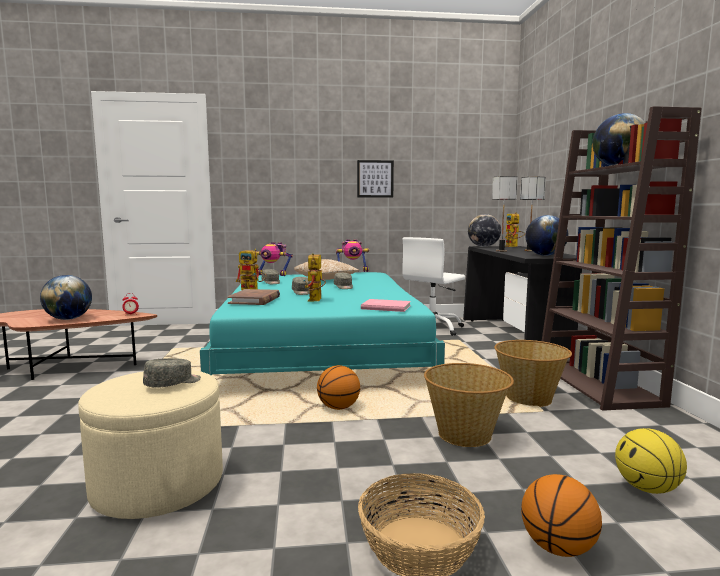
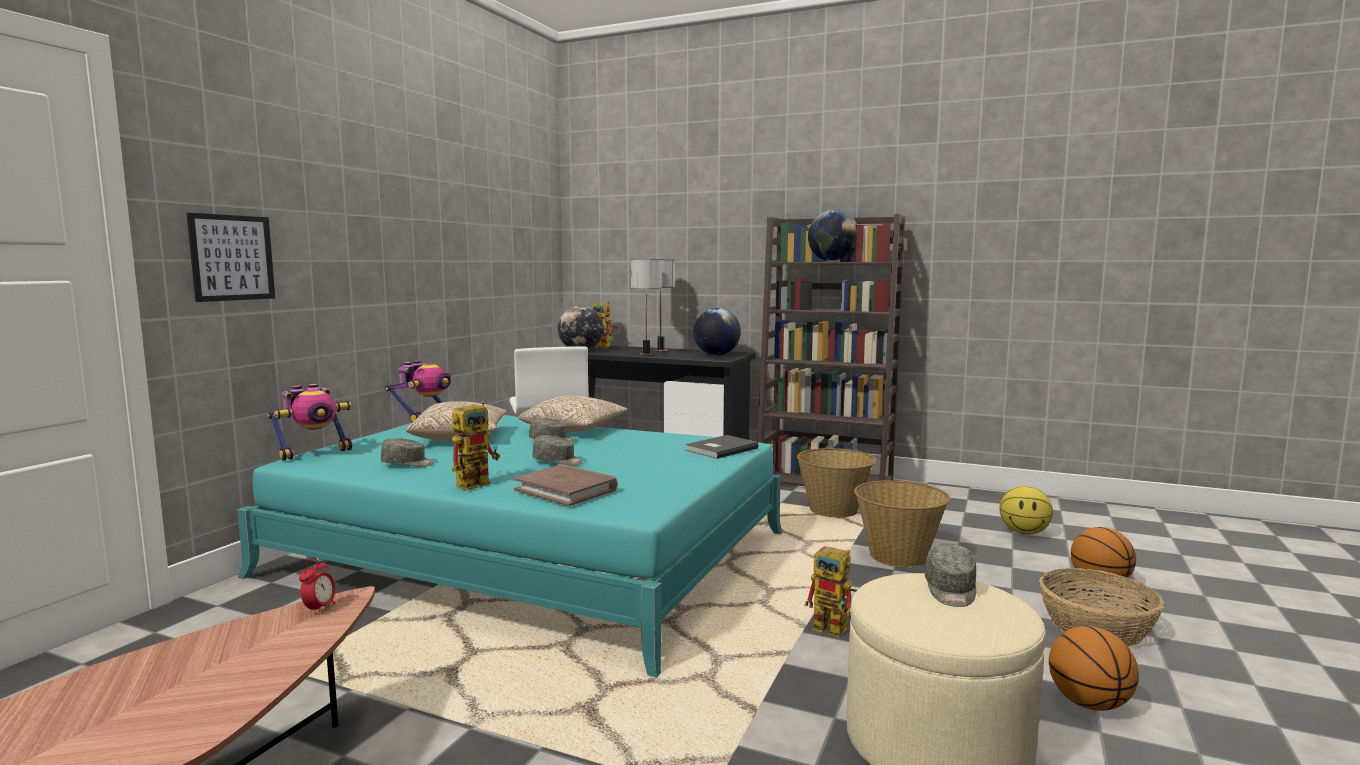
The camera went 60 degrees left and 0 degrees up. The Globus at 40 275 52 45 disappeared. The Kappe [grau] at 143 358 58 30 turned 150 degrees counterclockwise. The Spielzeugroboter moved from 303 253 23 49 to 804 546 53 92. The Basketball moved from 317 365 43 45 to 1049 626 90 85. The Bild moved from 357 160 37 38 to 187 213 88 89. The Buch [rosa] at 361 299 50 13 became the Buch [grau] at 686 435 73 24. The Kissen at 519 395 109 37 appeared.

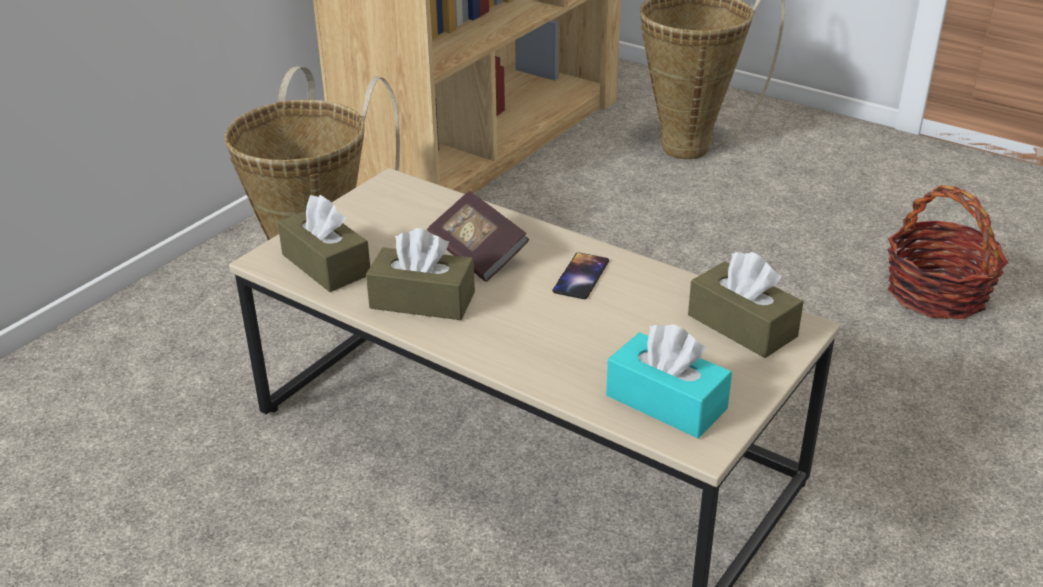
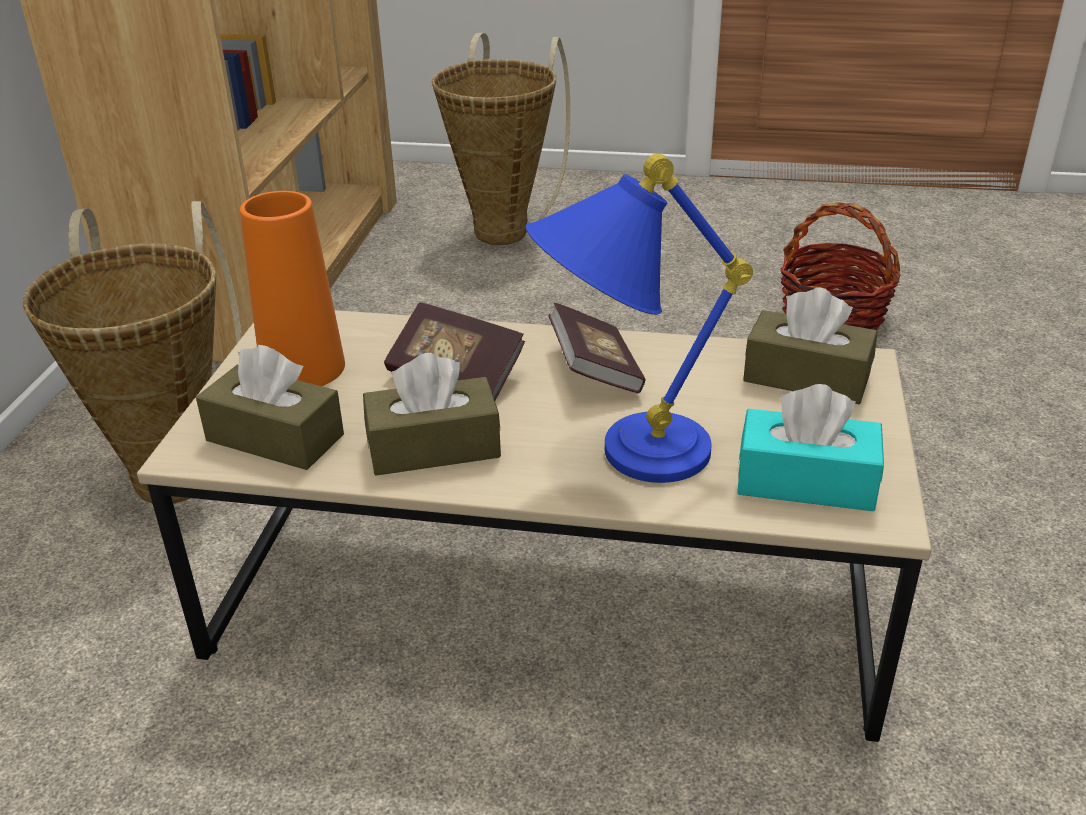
The camera went 25 degrees left and 0 degrees up. The Handy at 552 252 57 47 was replaced by the Buch at 549 303 97 90. The Vase [orange] at 240 191 105 195 appeared. The Tischlampe [blau] at 526 153 227 330 appeared.

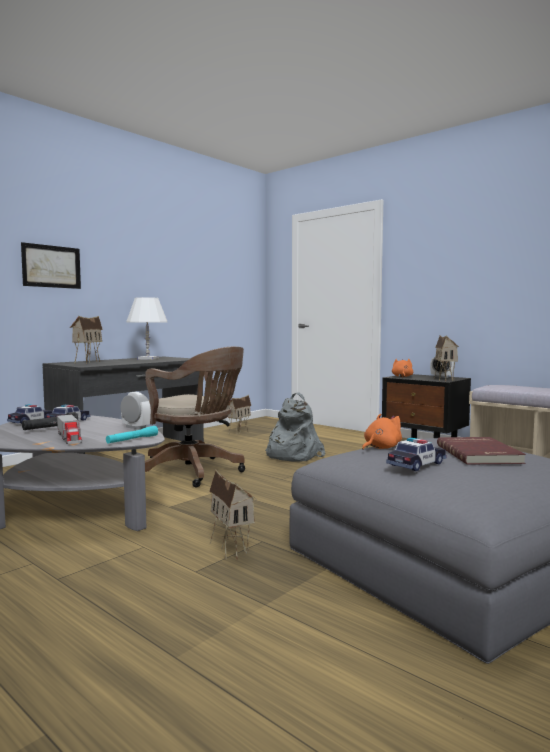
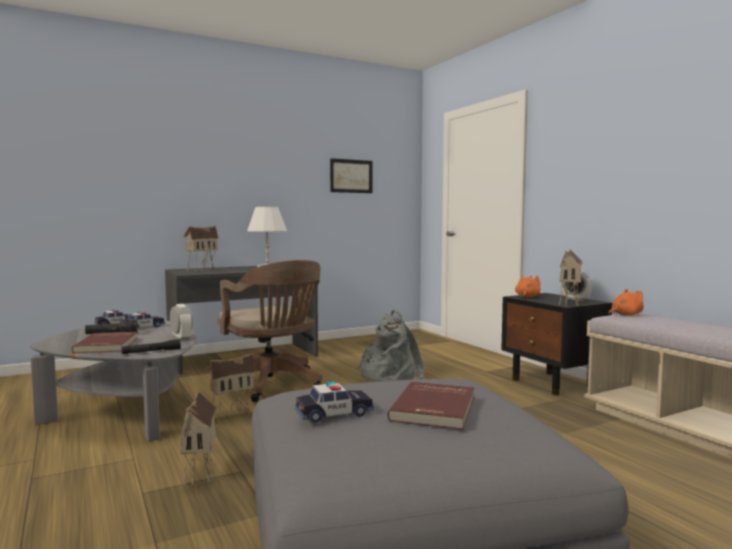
The camera went 20 degrees right and 0 degrees up. The Bild moved from 21 242 60 47 to 330 158 43 35. The Spielzeuglaster at 57 415 25 29 was replaced by the Buch [rot] at 72 332 65 21. The Taschenlampe [türkis] at 106 426 52 18 became the Taschenlampe [schwarz] at 122 339 59 15. The Spielzeughaus moved from 227 395 24 40 to 207 353 49 69. The Plüschtier [orange] moved from 362 414 40 36 to 608 289 36 26.

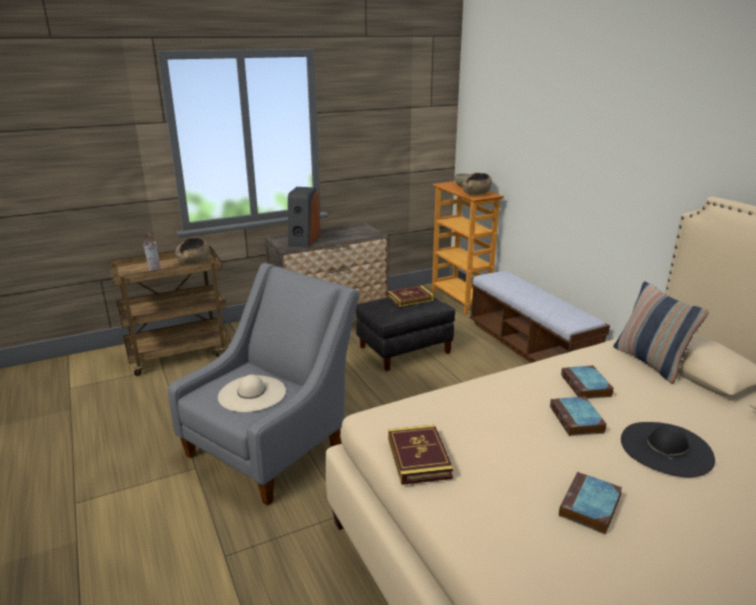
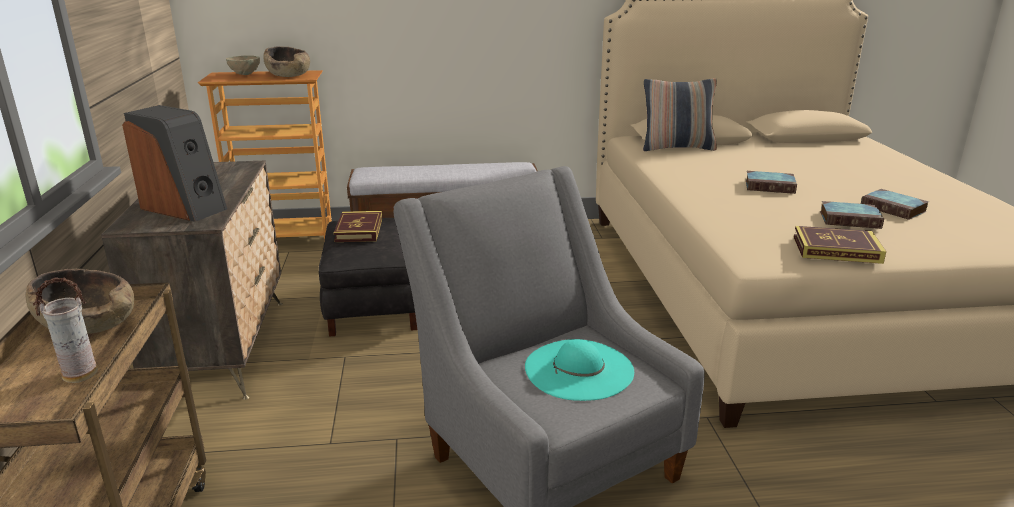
The camera went 70 degrees left and 0 degrees up. The Hut [beige] at 218 375 68 37 became the Hut [türkis] at 525 339 109 62. The Buch moved from 561 365 53 34 to 820 201 64 28. The Hut [schwarz] at 621 422 94 55 disappeared.

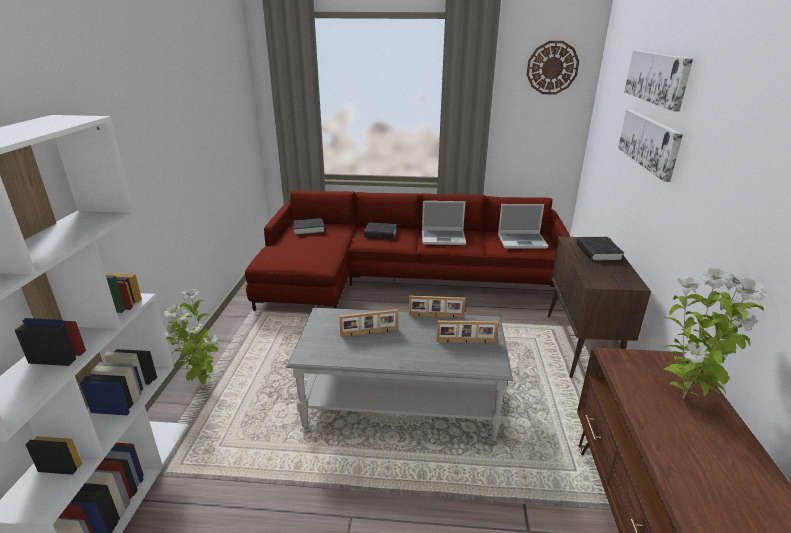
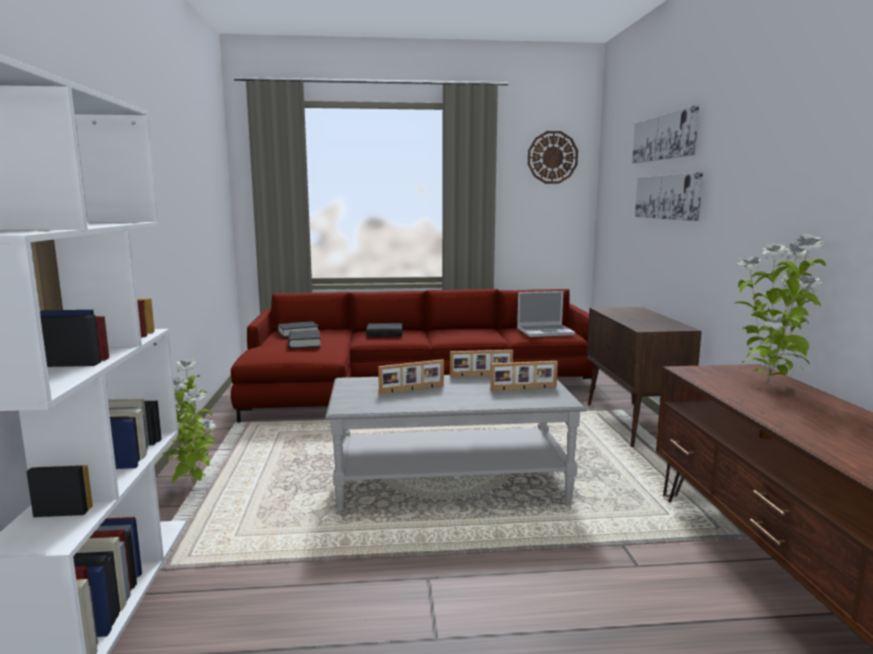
The camera went 10 degrees left and 15 degrees down. The Laptop at 422 201 44 44 disappeared. The Buch [schwarz] moved from 577 237 47 25 to 288 330 33 18.

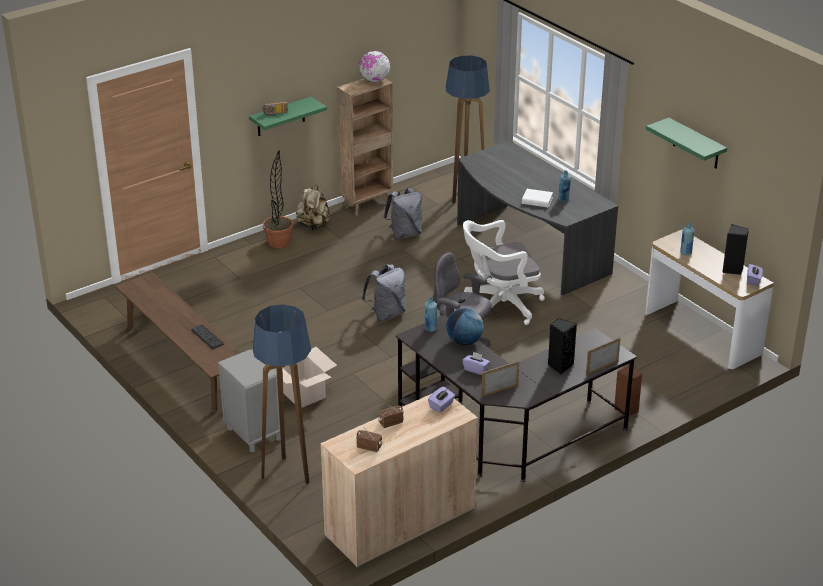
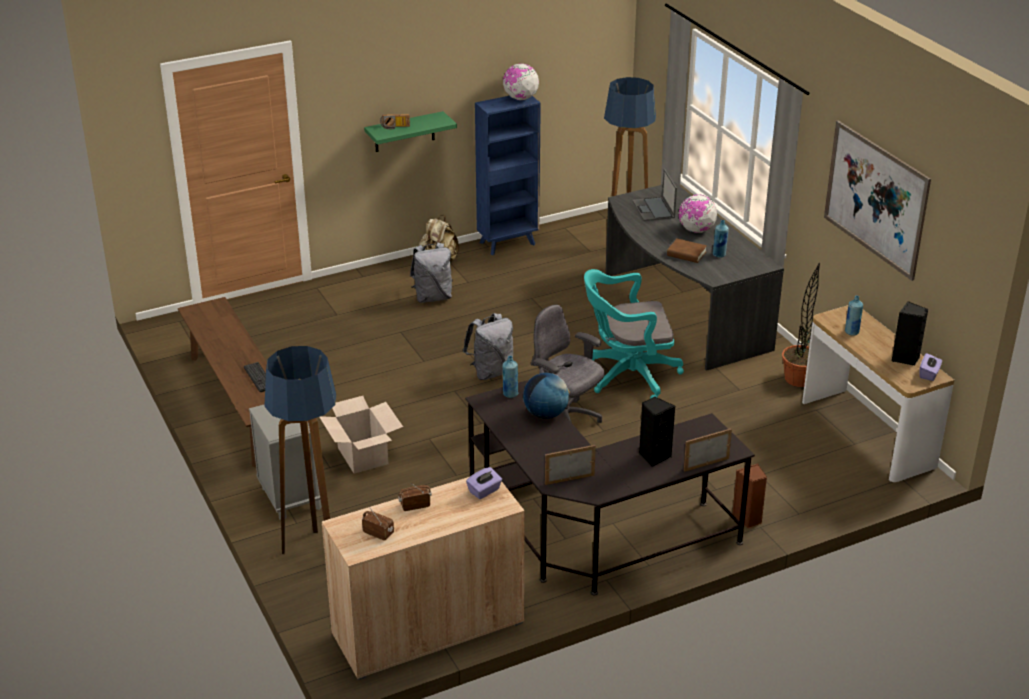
The camera went 10 degrees right and 0 degrees up. The Topfpflanze moved from 263 150 30 98 to 782 263 38 124. The Bücherregal [braun] at 337 78 56 137 became the Bücherregal [blau] at 475 96 66 159. The Rucksack [grau] moved from 383 188 39 51 to 410 242 43 61. The Taschentuchbox [lila] at 462 352 28 23 disappeared. The Bürostuhl [weiß] at 463 220 82 105 became the Bürostuhl [türkis] at 584 269 100 130. The Buch [weiß] at 522 189 31 19 became the Buch [braun] at 667 238 40 25. The Wandregal [grün] at 646 118 81 51 was replaced by the Bild at 824 120 107 161. The Laptop at 632 168 45 53 appeared. The Globus at 679 194 38 39 appeared.

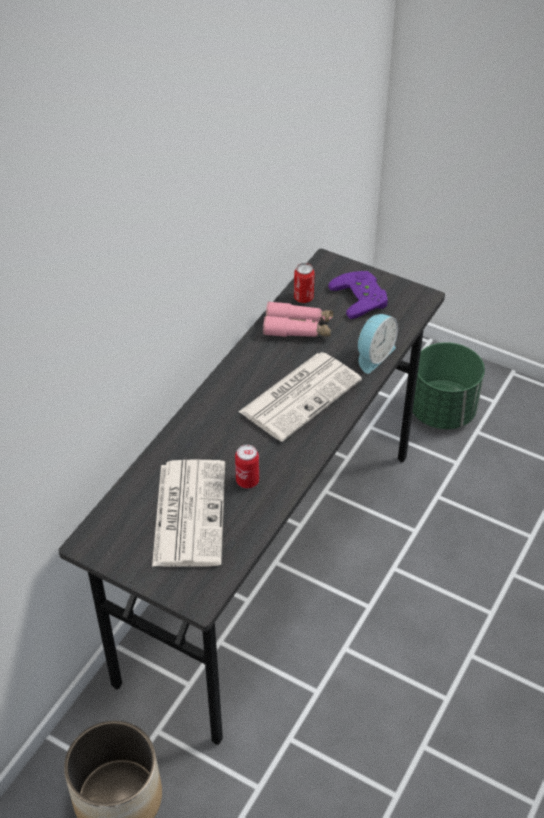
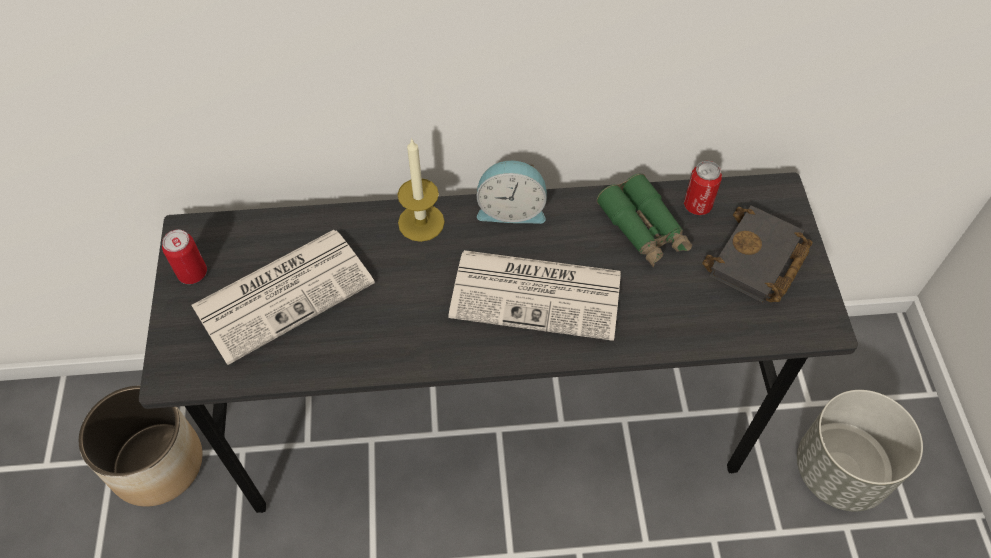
The camera went 55 degrees right and 10 degrees up. The Dose moved from 235 445 24 44 to 162 230 45 54. The Fernglas [rosa] at 263 301 70 36 became the Fernglas [grün] at 596 174 96 93. The Gamepad [lila] at 328 271 60 48 was replaced by the Buch [schwarz] at 702 205 111 98. The Wecker moved from 358 314 40 59 to 477 160 70 64. The Pflanzkübel [grün] at 413 342 72 87 became the Pflanzkübel [grau] at 797 390 126 121. The Kerze at 397 139 48 103 appeared.

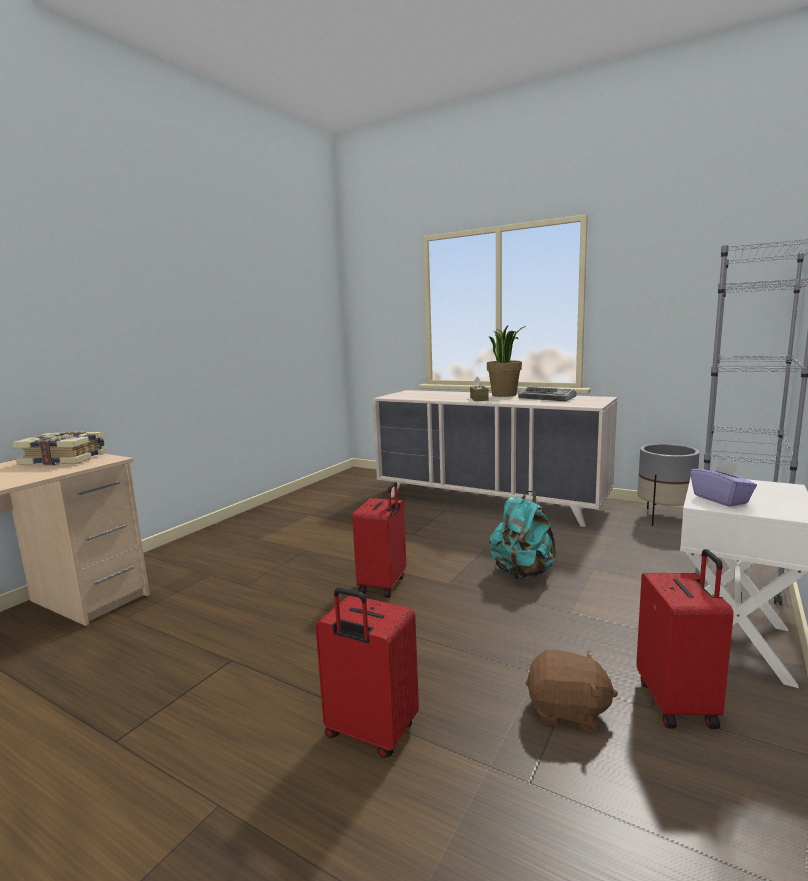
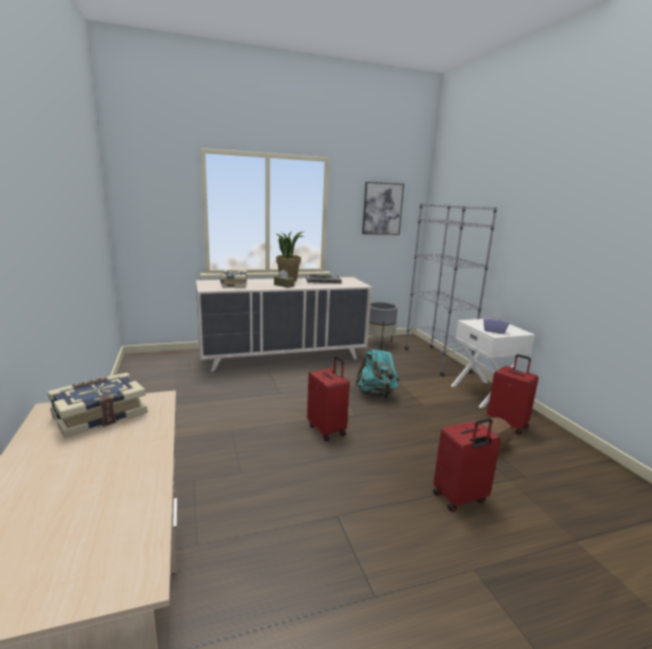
The camera went 50 degrees left and 5 degrees up. The Buch at 220 270 27 18 appeared. The Bild at 362 182 42 53 appeared.

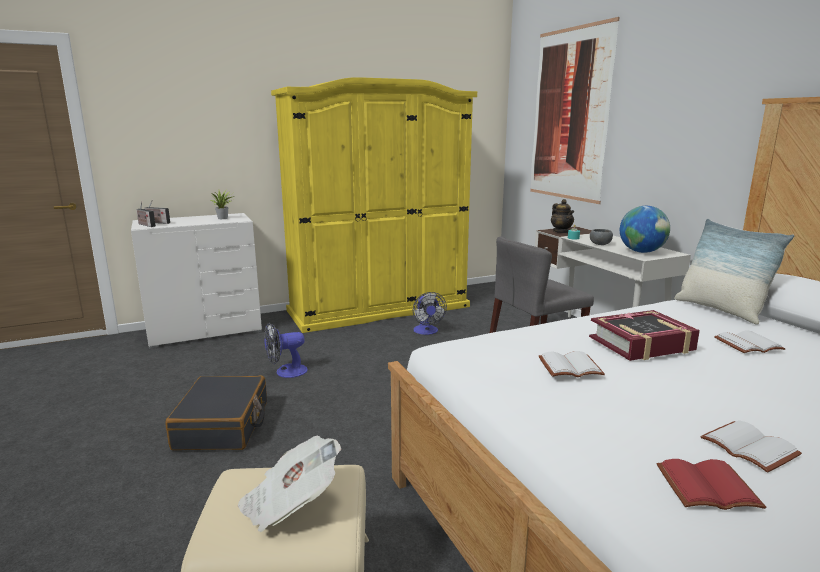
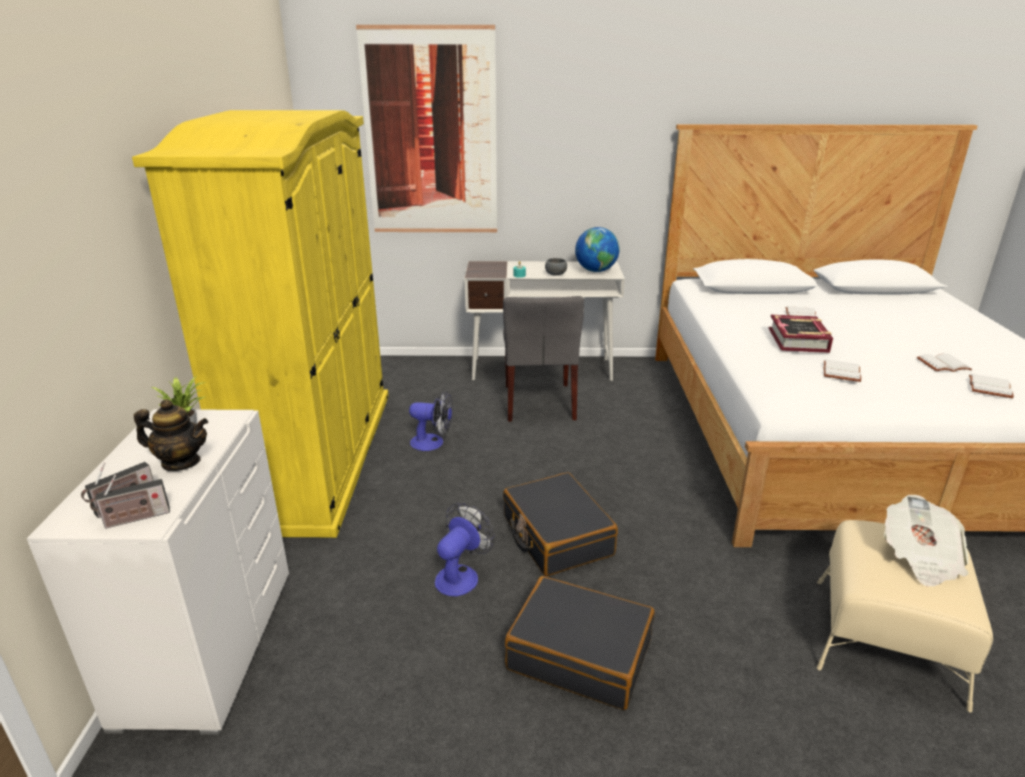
The camera went 65 degrees left and 10 degrees up. The Ventilator at 264 323 44 55 turned 150 degrees counterclockwise. The Teekanne moved from 551 199 23 34 to 134 399 74 72. The Buch [rot] at 657 459 109 51 became the Buch [weiß] at 969 374 45 24. The Kissen at 674 219 120 106 disappeared. The Koffer [schwarz] at 503 472 115 104 appeared.

